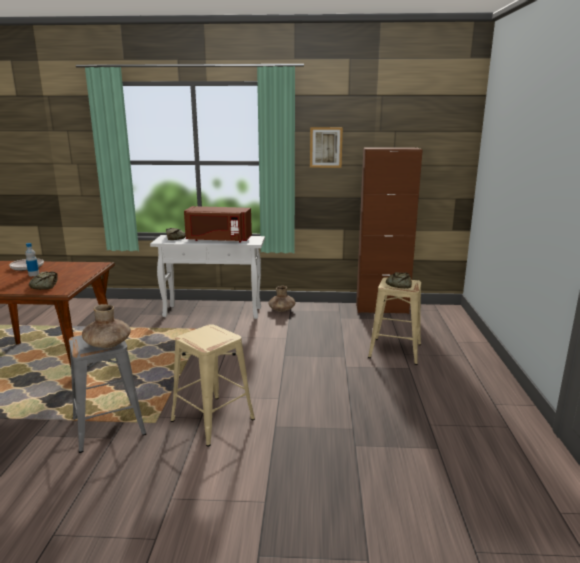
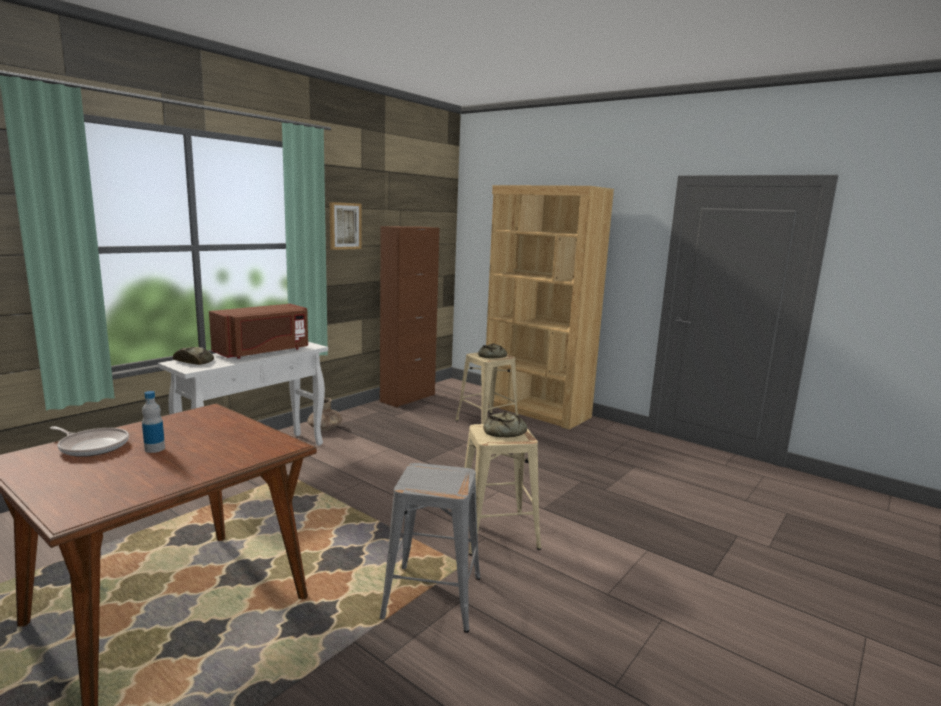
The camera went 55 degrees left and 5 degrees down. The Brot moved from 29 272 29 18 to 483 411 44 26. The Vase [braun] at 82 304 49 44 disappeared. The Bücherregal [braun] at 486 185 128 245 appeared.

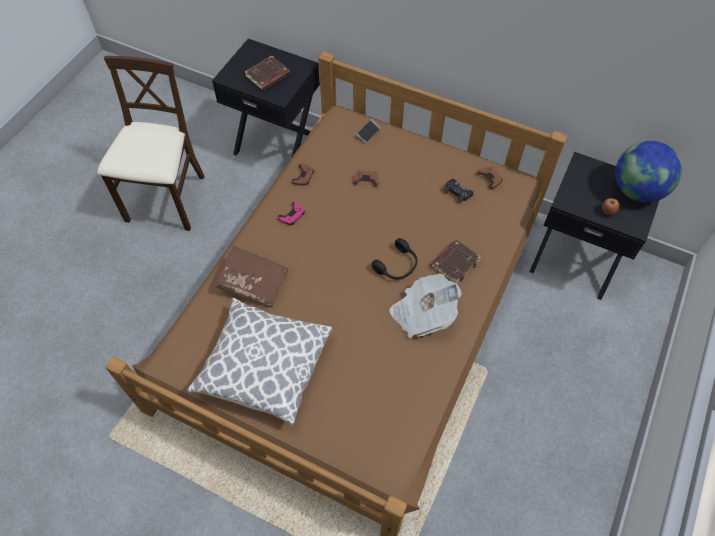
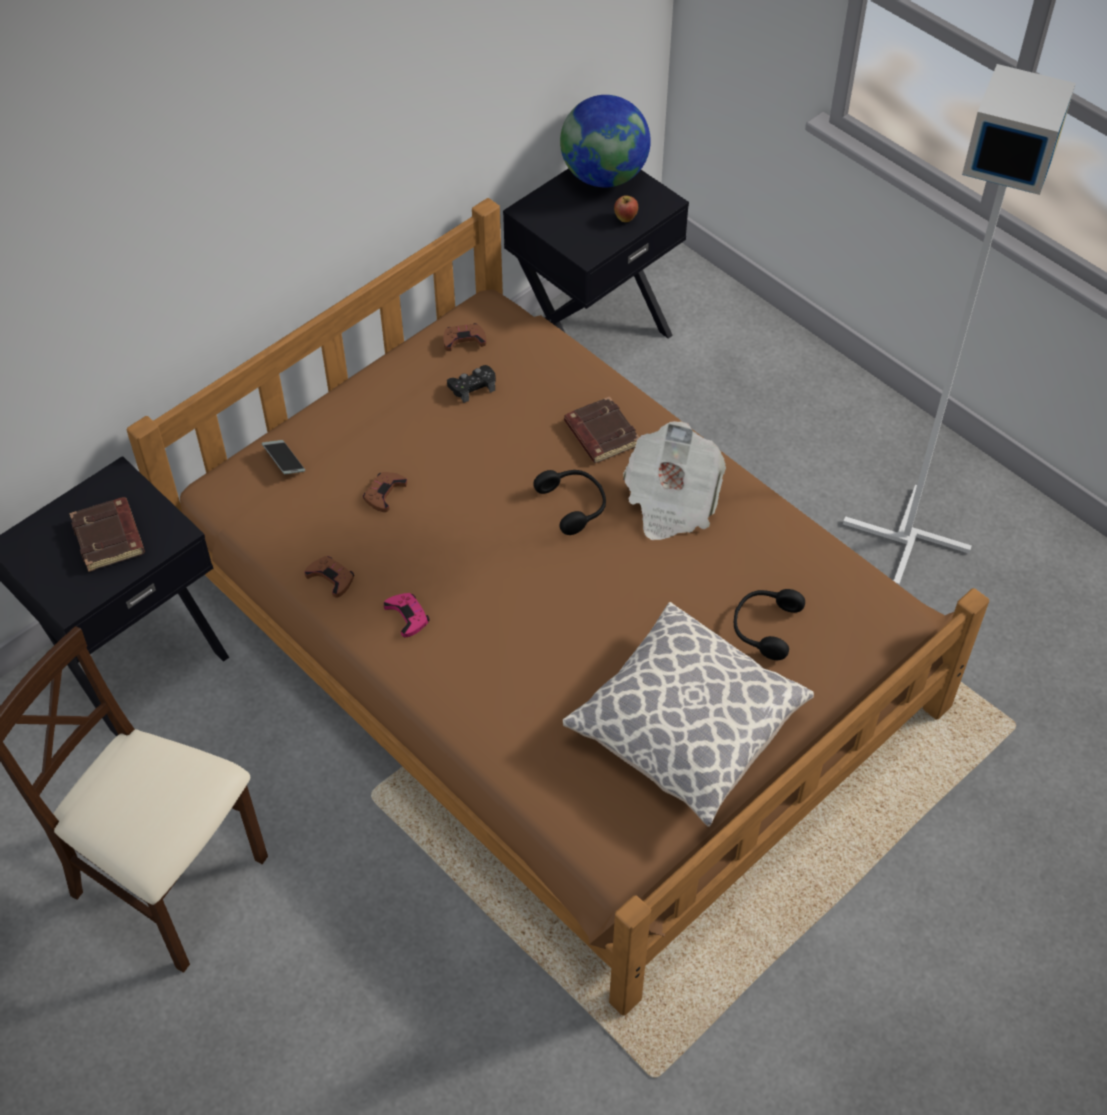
The camera went 70 degrees left and 5 degrees down. The Buch [braun] at 216 245 73 63 disappeared. The Kopfhörer [schwarz] at 734 589 71 71 appeared. The Stehlampe [weiß] at 843 64 233 521 appeared.

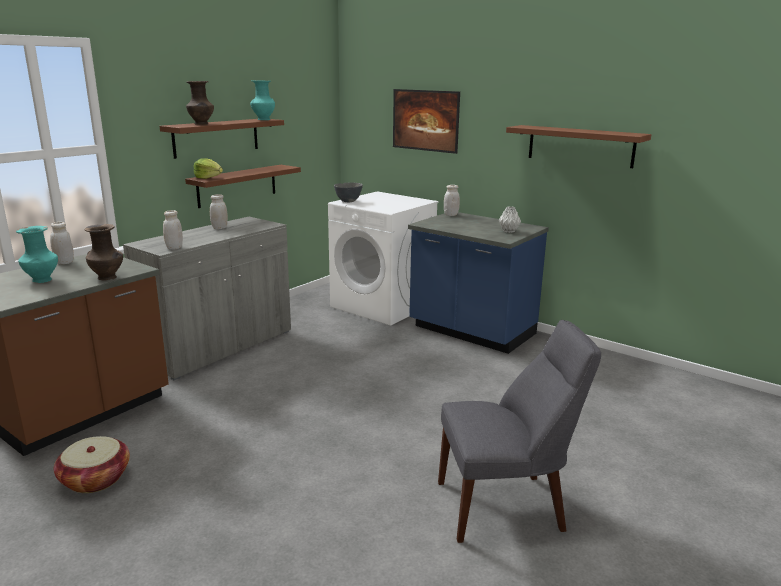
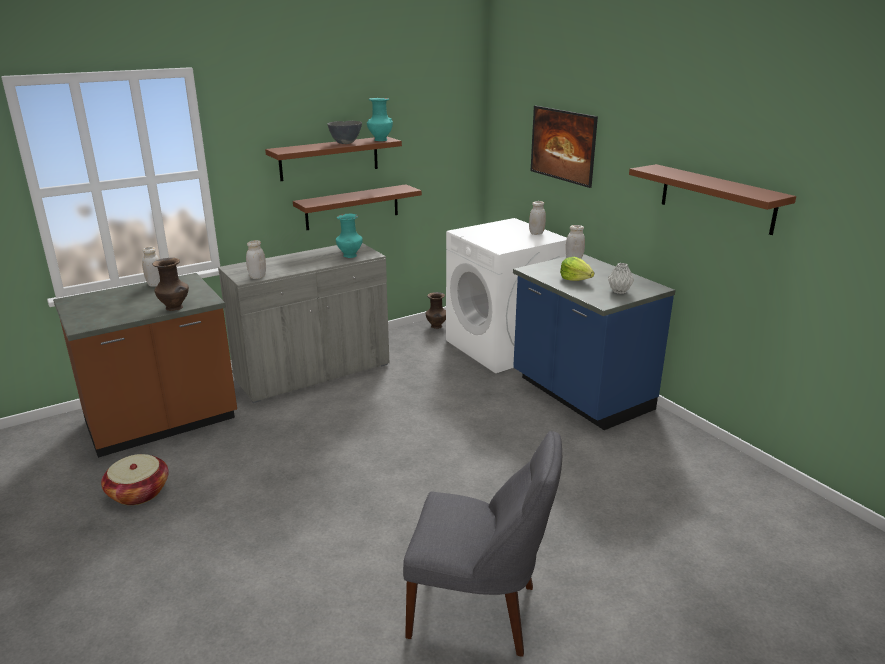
The camera went 20 degrees right and 5 degrees up. The Vase [türkis] moved from 16 226 42 57 to 336 214 27 44. The Vase [braun] moved from 186 81 28 44 to 426 292 20 37. The Salatkopf moved from 194 159 29 20 to 560 257 34 24. The Vorratsglas [weiß] moved from 210 194 18 35 to 529 201 17 34. The Schüssel [grau] moved from 334 182 29 20 to 327 121 35 23.

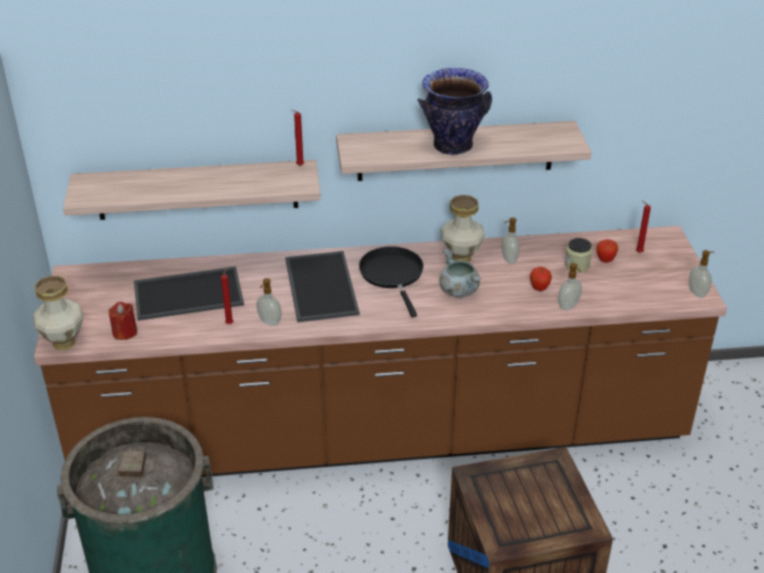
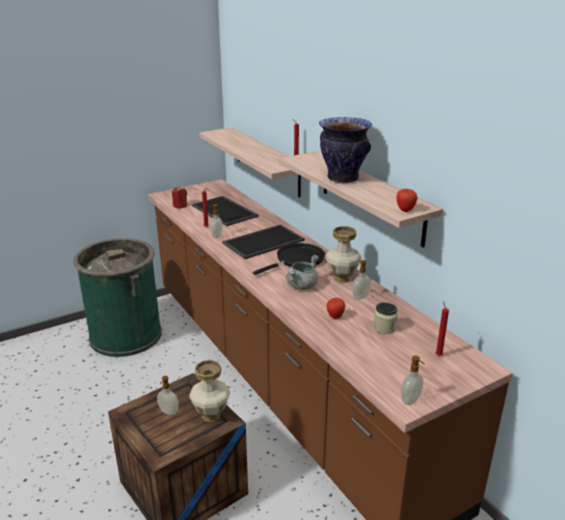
The camera went 65 degrees right and 10 degrees down. The Vase moved from 33 276 50 74 to 189 360 41 62. The Seifenspender moved from 558 263 24 47 to 157 376 22 39. The Apfel moved from 596 239 22 24 to 396 189 21 23.

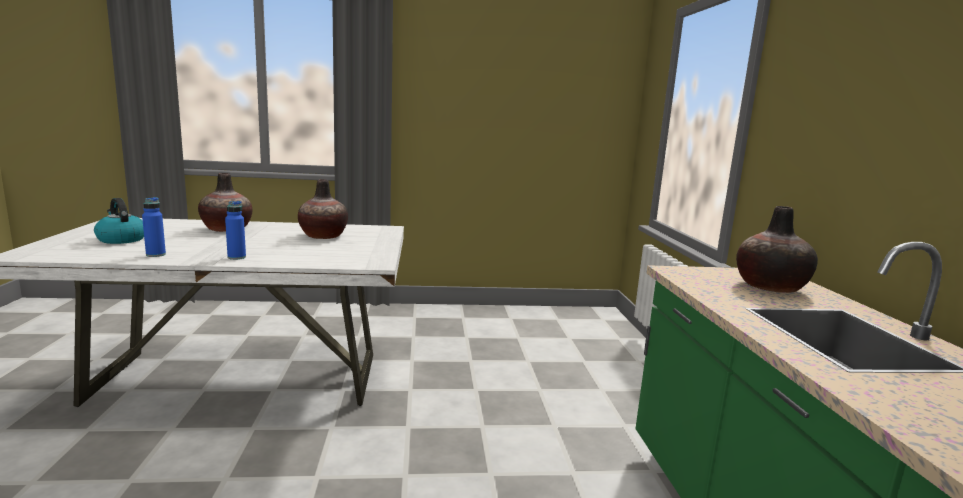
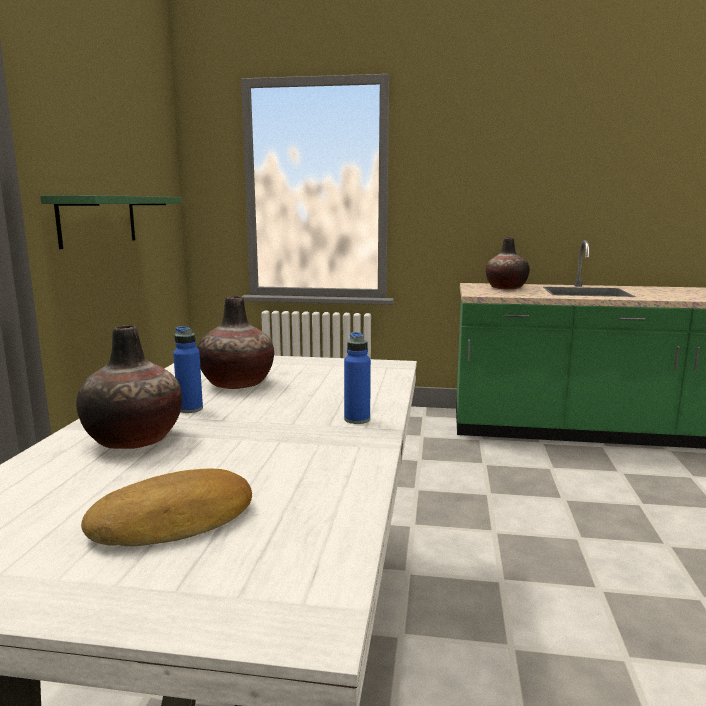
The camera went 75 degrees left and 0 degrees up. The Wasserkessel at 94 198 50 46 was replaced by the Brot at 81 469 171 77. The Flasche [blau] moved from 142 197 24 60 to 173 326 30 87. The Wandregal [grün] at 40 195 141 54 appeared.

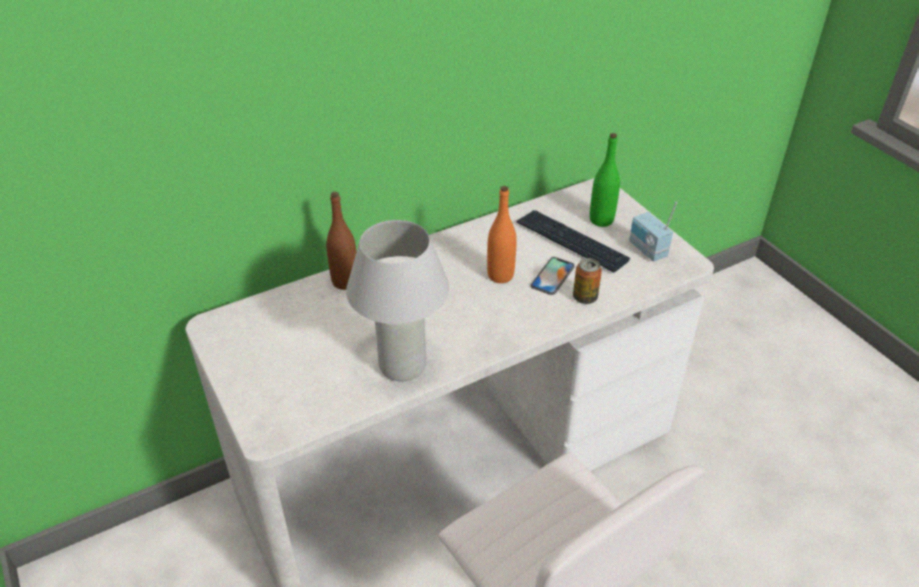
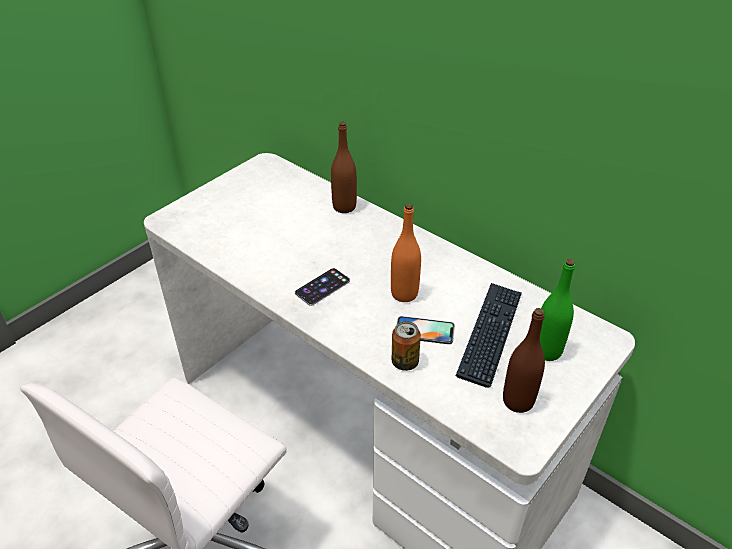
The camera went 70 degrees right and 0 degrees up. The Tischlampe [weiß] at 346 220 103 161 disappeared. The Radio at 629 202 48 60 was replaced by the Flasche [braun] at 503 308 42 105. The Handy at 295 268 55 38 appeared.

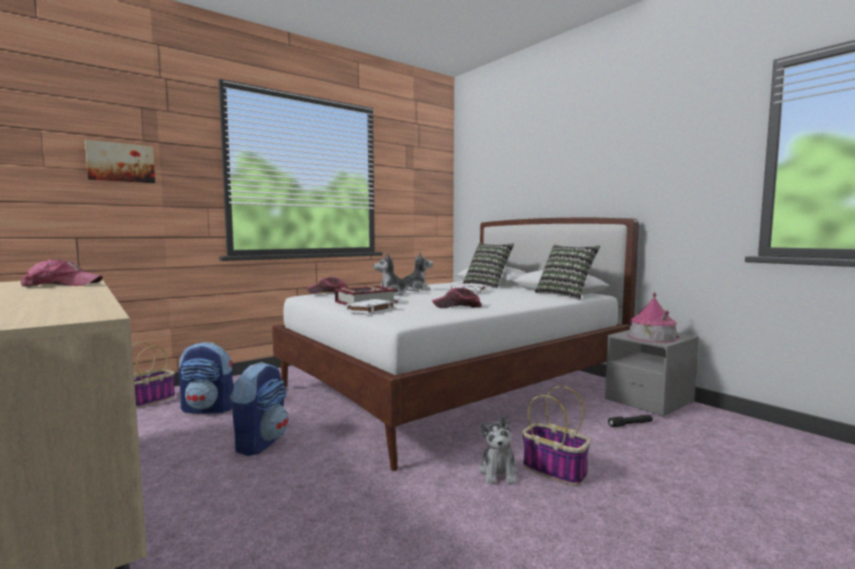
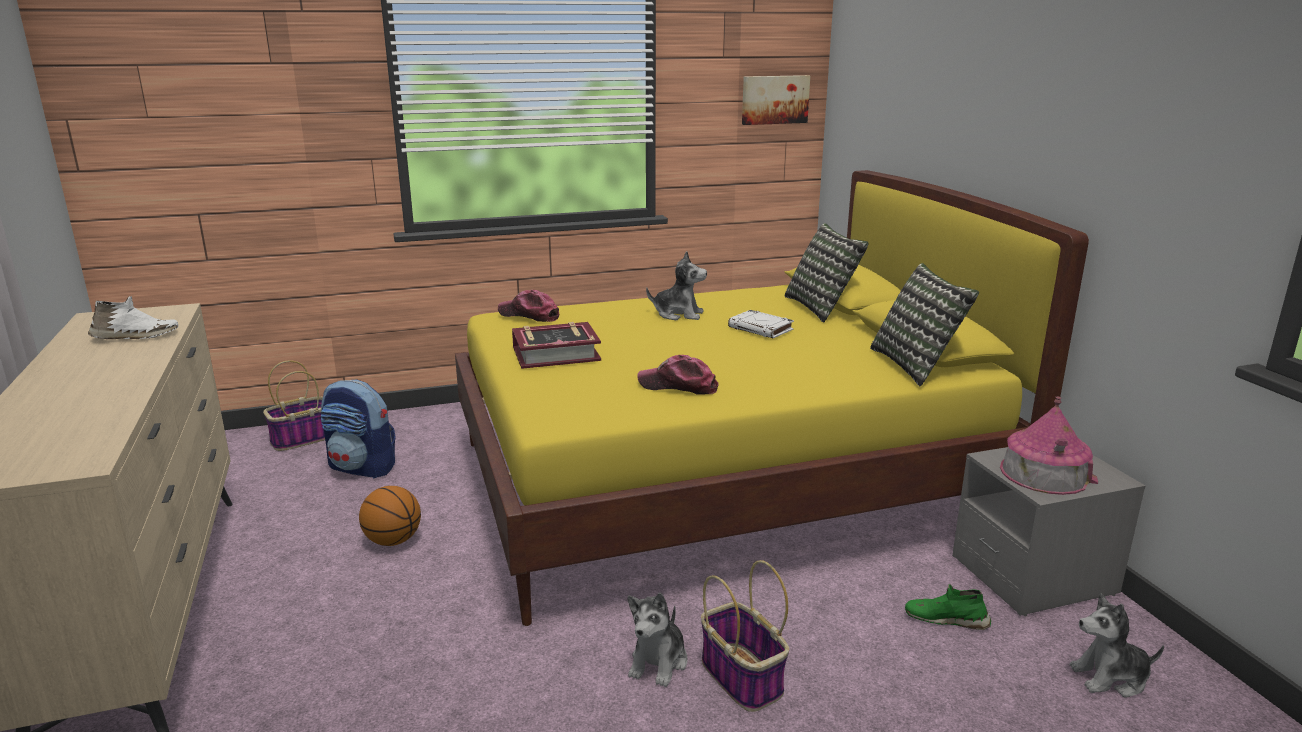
The camera went 20 degrees right and 15 degrees up. The Kappe at 21 259 82 28 was replaced by the Schuh [weiß] at 88 296 90 43. The Bild moved from 85 140 70 43 to 742 75 68 50. The Rucksack at 229 362 59 94 was replaced by the Basketball at 359 486 62 60. The Bett [weiß] at 272 218 367 253 became the Bett [gelb] at 455 170 634 456. The Buch [weiß] at 346 299 49 15 disappeared. The Plüschtier moved from 373 253 39 43 to 1069 593 95 105. The Taschenlampe [schwarz] at 608 415 45 12 was replaced by the Schuh [grün] at 905 584 86 46.

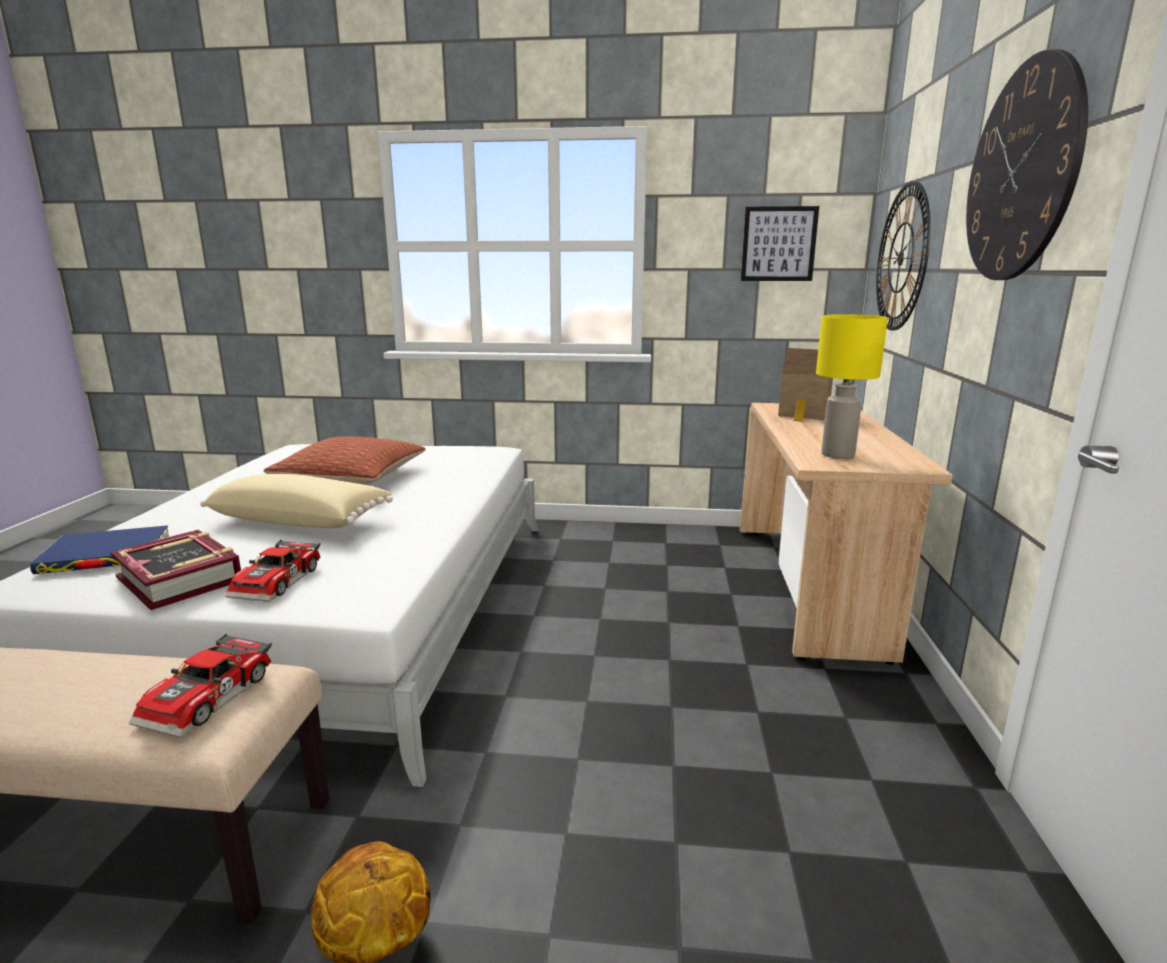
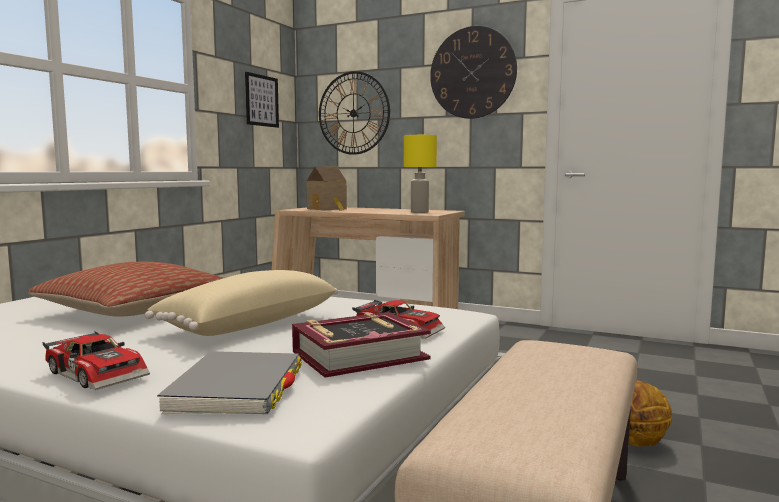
The camera went 70 degrees left and 10 degrees down. The Buch [blau] at 30 525 139 49 became the Buch [grau] at 157 351 145 63. The Spielzeugauto moved from 129 634 143 104 to 43 331 107 59.

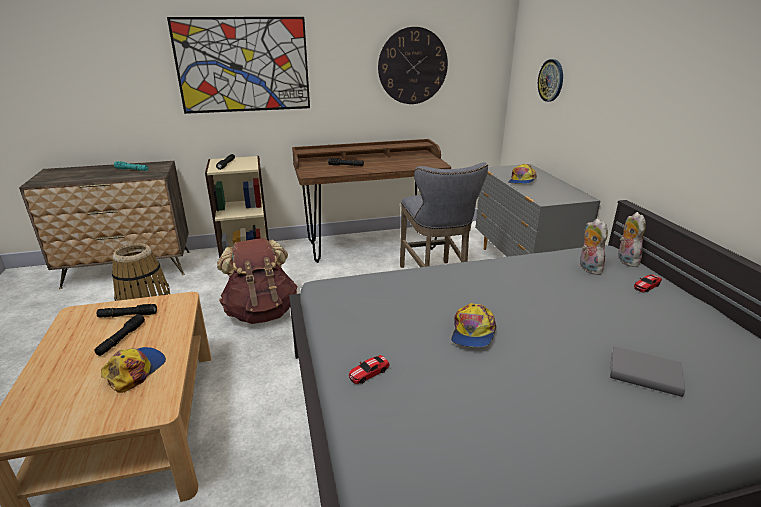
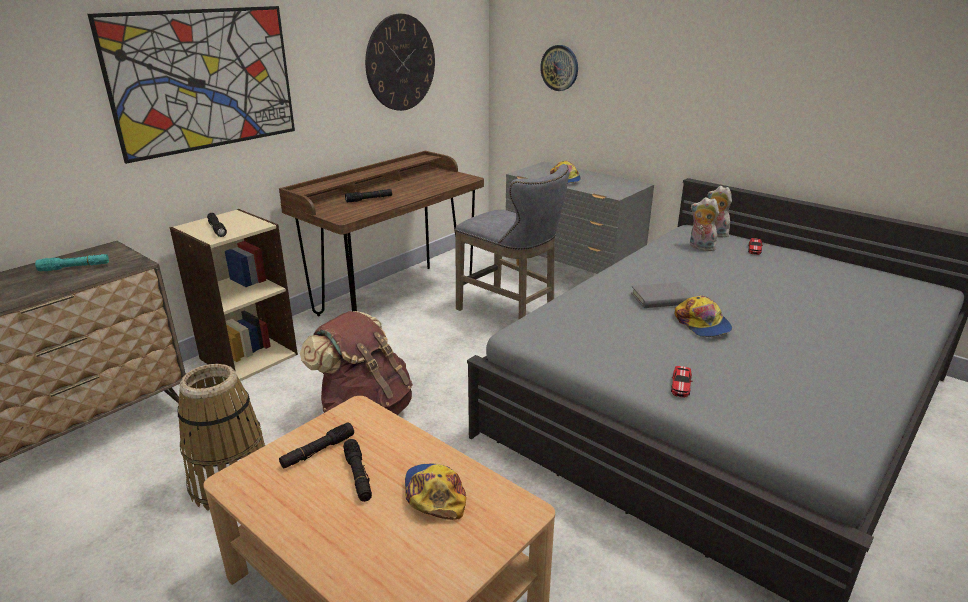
The camera went 35 degrees left and 0 degrees up. The Buch [grau] moved from 610 346 75 51 to 631 282 63 26.

